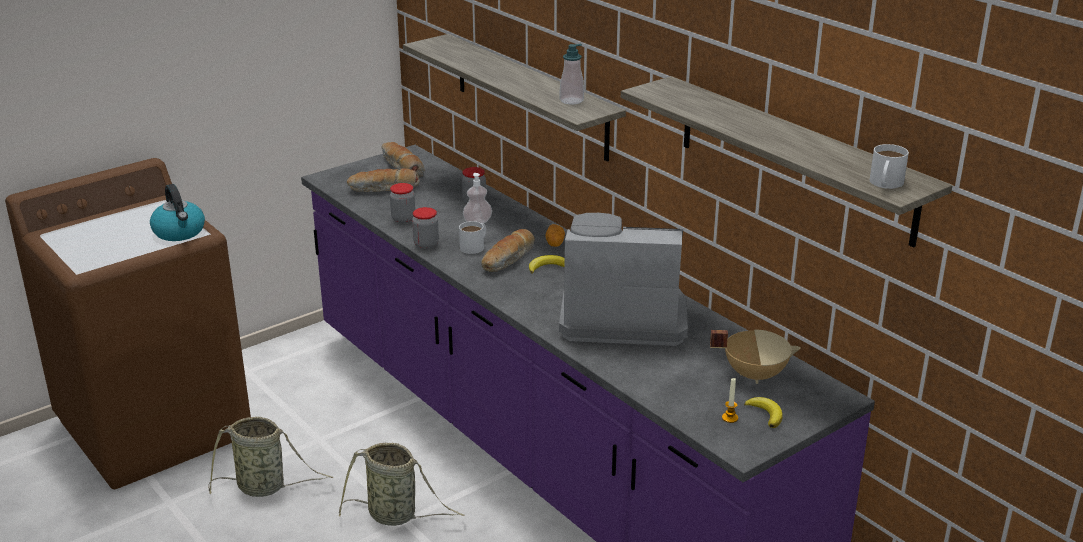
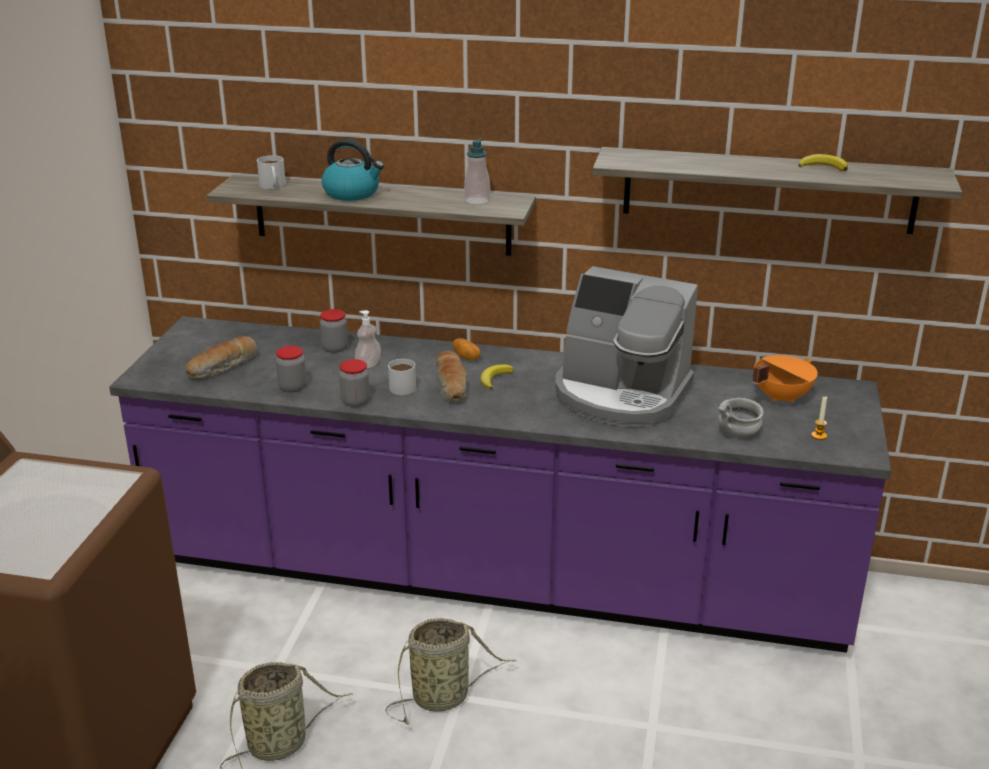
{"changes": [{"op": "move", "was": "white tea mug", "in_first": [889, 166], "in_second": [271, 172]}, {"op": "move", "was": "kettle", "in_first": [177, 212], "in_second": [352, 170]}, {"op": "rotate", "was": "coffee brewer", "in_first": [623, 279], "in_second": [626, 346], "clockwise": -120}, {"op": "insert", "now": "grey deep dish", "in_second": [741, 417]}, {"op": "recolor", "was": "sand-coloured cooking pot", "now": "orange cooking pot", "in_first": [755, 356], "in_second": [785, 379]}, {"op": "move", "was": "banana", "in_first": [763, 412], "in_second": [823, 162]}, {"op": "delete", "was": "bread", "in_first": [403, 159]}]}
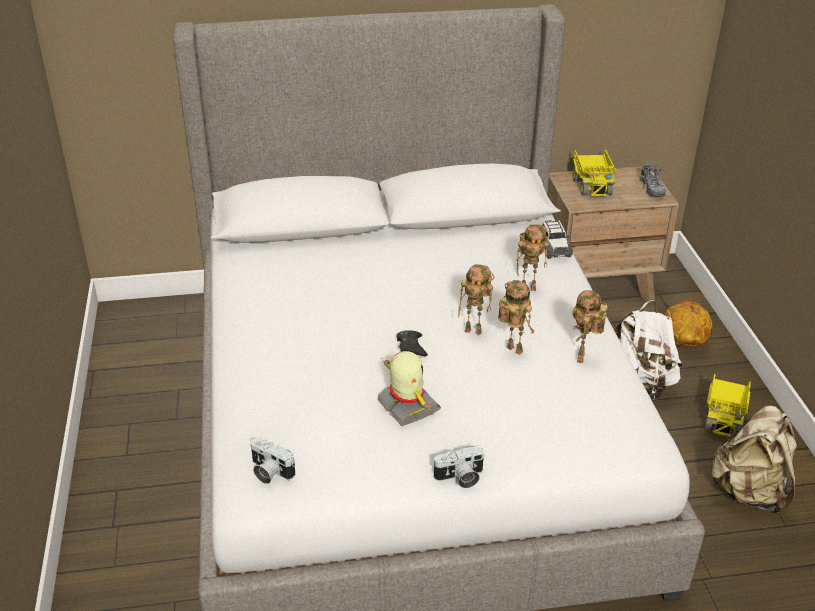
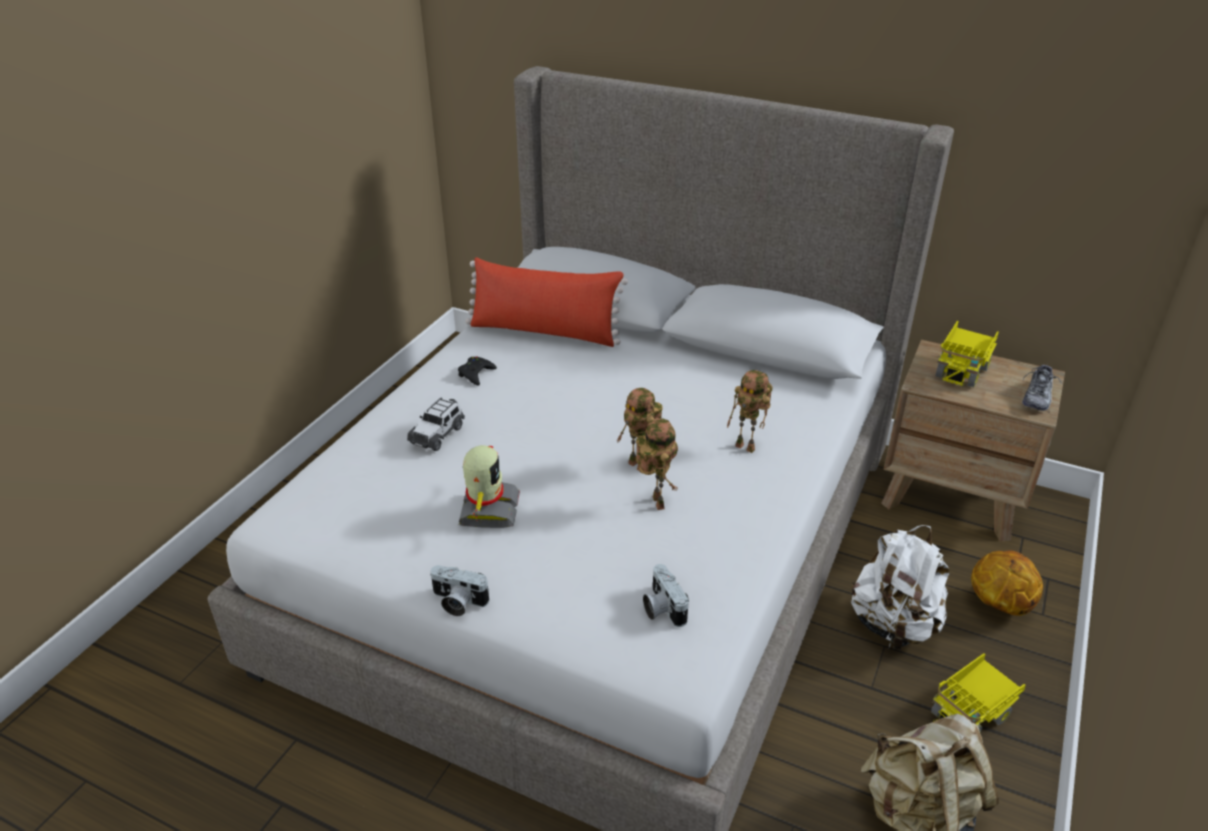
{"changes": [{"op": "move", "was": "model car", "in_first": [557, 239], "in_second": [436, 424]}, {"op": "move", "was": "black-coloured game controller", "in_first": [412, 343], "in_second": [477, 371]}, {"op": "insert", "now": "reddish cushion", "in_second": [546, 302]}, {"op": "move", "was": "photo camera", "in_first": [273, 461], "in_second": [666, 595]}, {"op": "delete", "was": "toy robot", "in_first": [590, 326]}]}
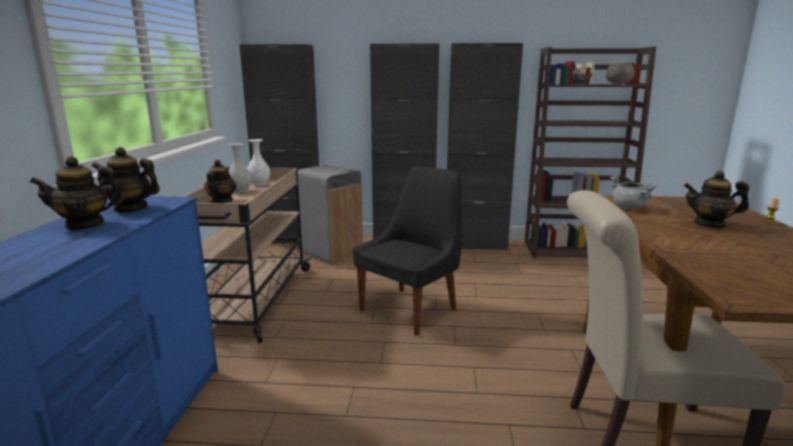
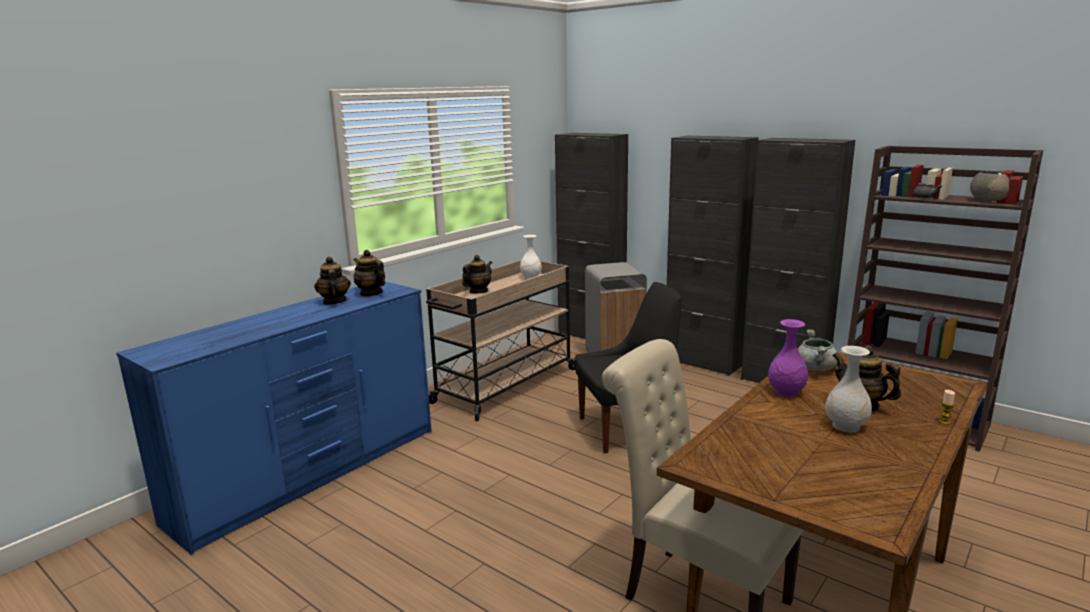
{"changes": [{"op": "rotate", "was": "tea pot", "in_first": [77, 193], "in_second": [332, 281], "clockwise": 60}, {"op": "insert", "now": "purple-coloured decorative vase", "in_second": [788, 358]}, {"op": "move", "was": "white decorative vase", "in_first": [240, 168], "in_second": [849, 389]}]}
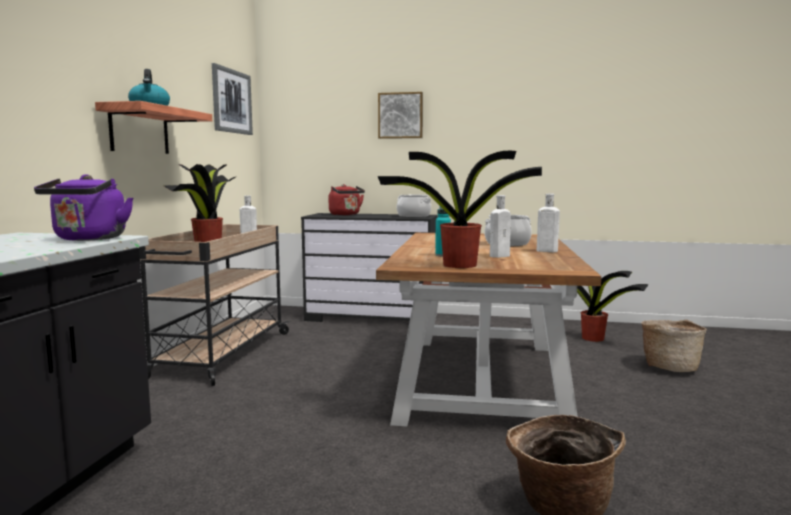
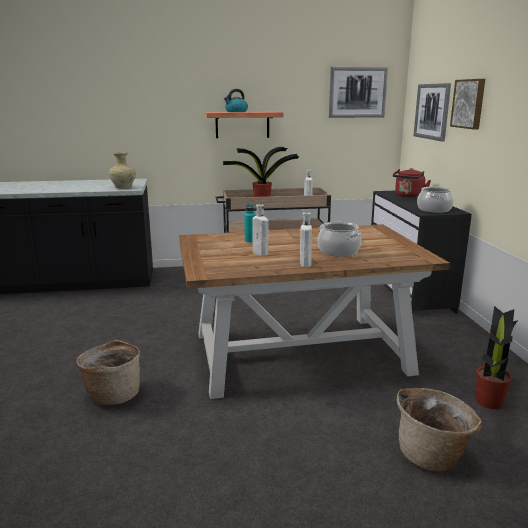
{"changes": [{"op": "replace", "was": "purple-coloured kettle", "now": "sand-coloured decorative vase", "in_first": [83, 207], "in_second": [122, 170]}, {"op": "insert", "now": "wall picture", "in_second": [432, 112]}, {"op": "delete", "was": "houseplant", "in_first": [460, 209]}]}
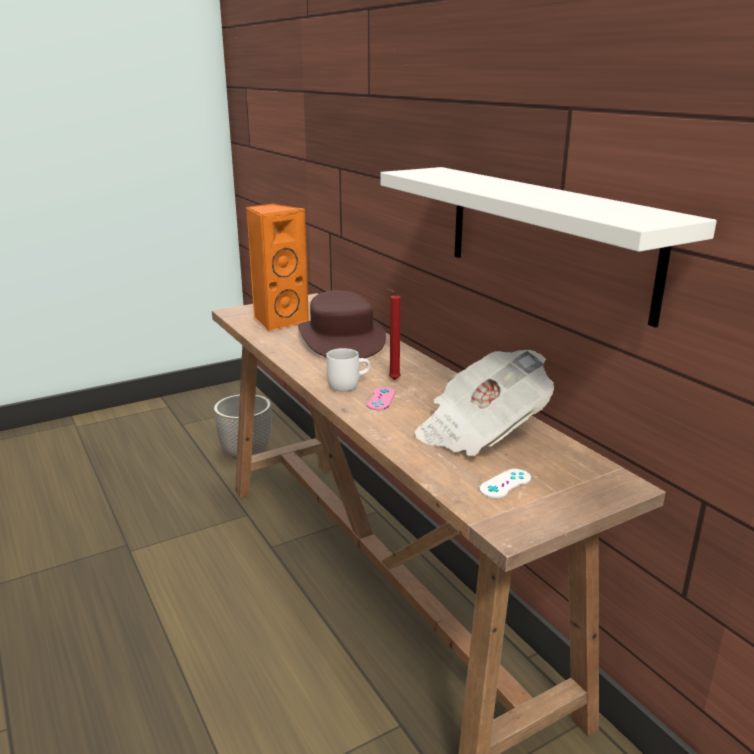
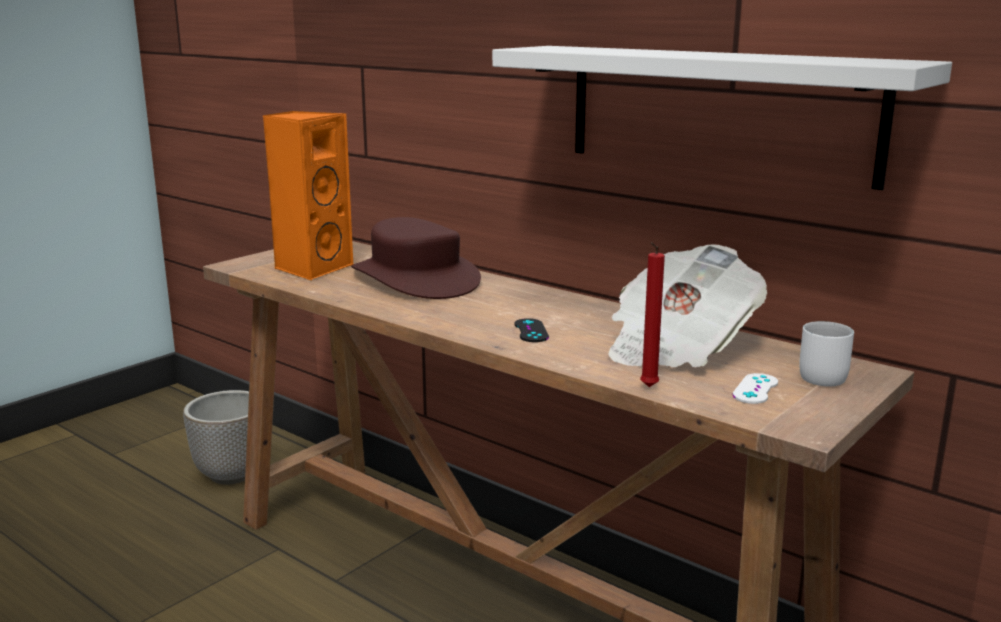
{"changes": [{"op": "recolor", "was": "pinkish game controller", "now": "black-coloured game controller", "in_first": [381, 398], "in_second": [531, 330]}, {"op": "move", "was": "reddish wax candle", "in_first": [394, 334], "in_second": [652, 314]}, {"op": "move", "was": "white tea mug", "in_first": [348, 370], "in_second": [826, 353]}]}
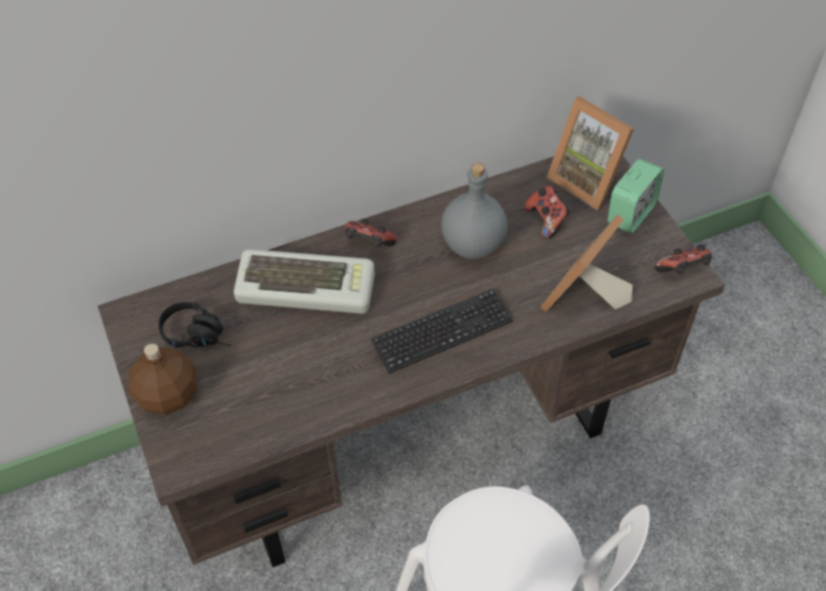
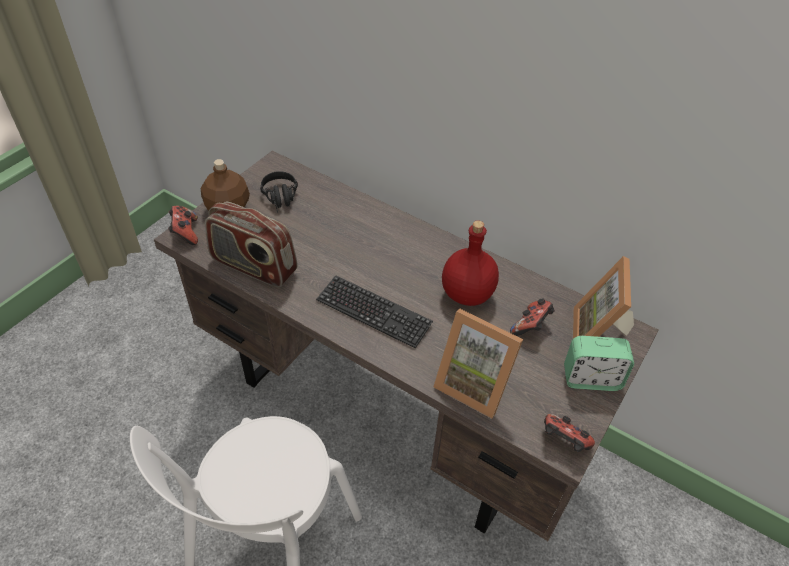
{"changes": [{"op": "move", "was": "game controller", "in_first": [371, 233], "in_second": [183, 225]}, {"op": "insert", "now": "radio receiver", "in_second": [251, 245]}, {"op": "rotate", "was": "photo frame", "in_first": [586, 263], "in_second": [478, 364], "clockwise": -150}, {"op": "recolor", "was": "grey bottle", "now": "reddish bottle", "in_first": [474, 211], "in_second": [470, 263]}, {"op": "delete", "was": "computer keyboard", "in_first": [304, 281]}]}
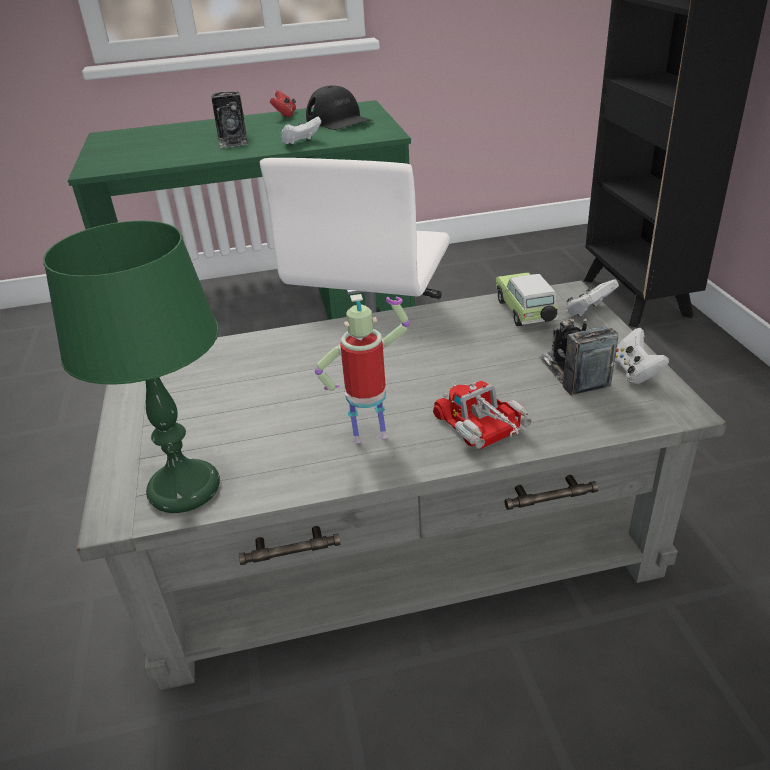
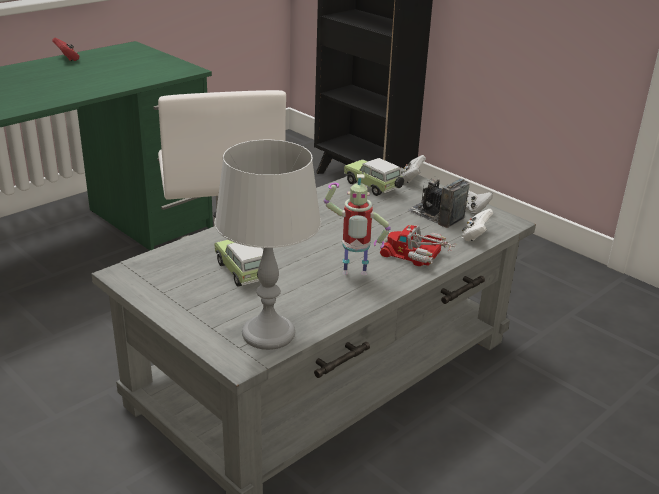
{"changes": [{"op": "recolor", "was": "green tabletop lamp", "now": "grey tabletop lamp", "in_first": [131, 367], "in_second": [267, 245]}, {"op": "insert", "now": "model car", "in_second": [238, 263]}, {"op": "rotate", "was": "toy robot", "in_first": [362, 369], "in_second": [357, 224], "clockwise": -135}, {"op": "move", "was": "white game controller", "in_first": [301, 131], "in_second": [477, 225]}, {"op": "delete", "was": "photo camera", "in_first": [229, 119]}, {"op": "delete", "was": "black-coloured peaked cap", "in_first": [339, 107]}]}
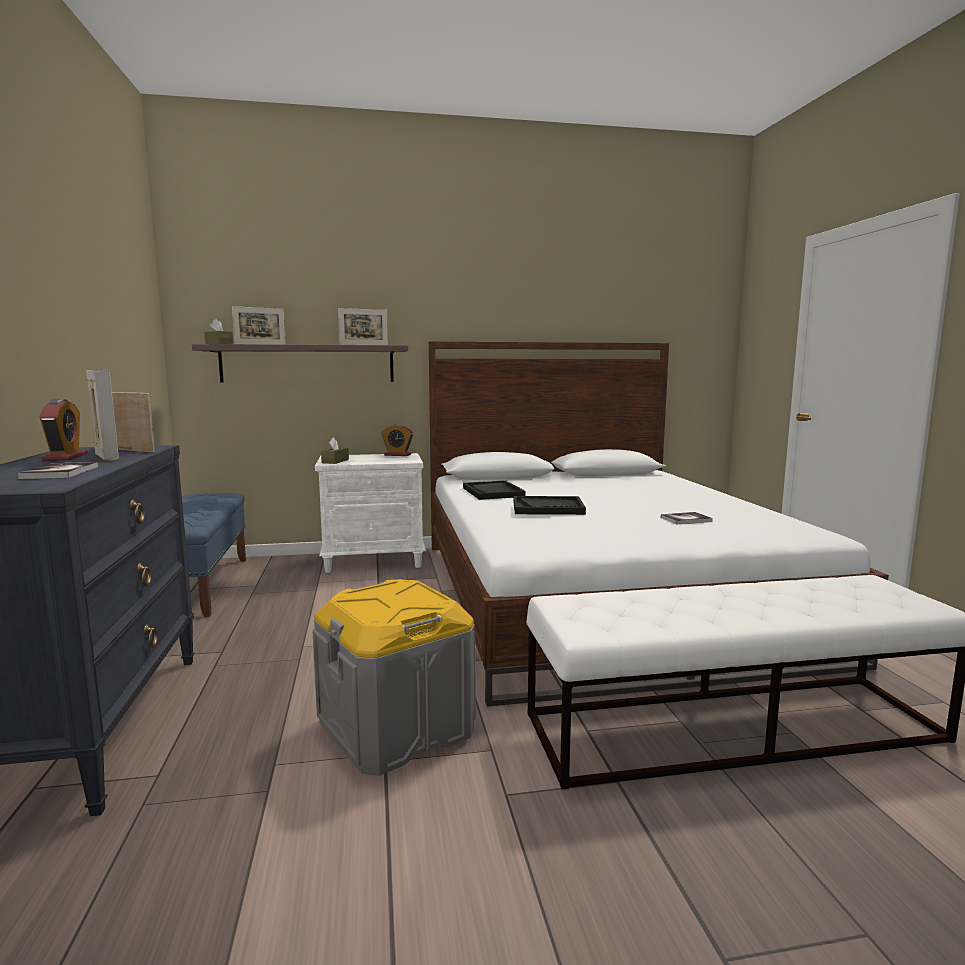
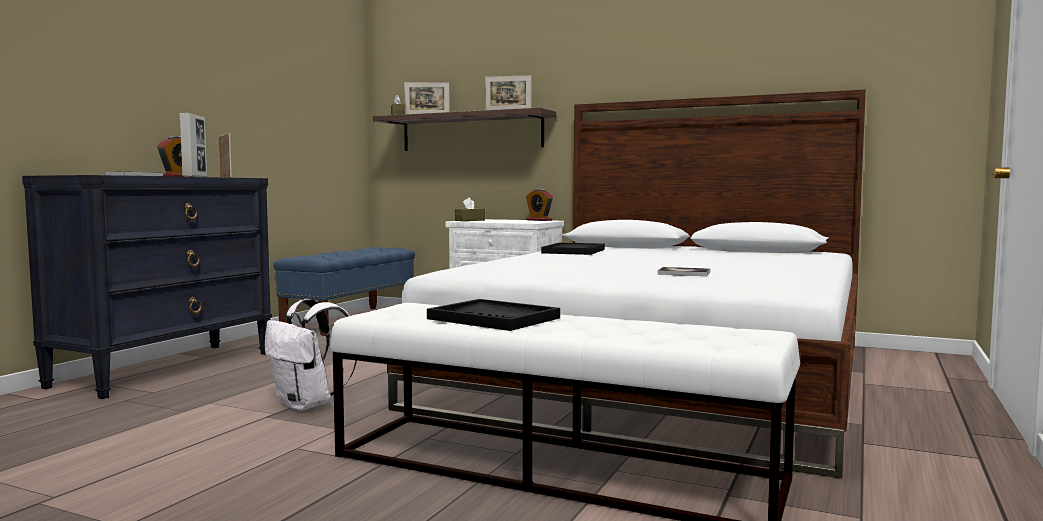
{"changes": [{"op": "replace", "was": "grey storage box", "now": "white knapsack", "in_first": [394, 677], "in_second": [311, 355]}, {"op": "move", "was": "black-coloured serving tray", "in_first": [549, 505], "in_second": [493, 315]}]}
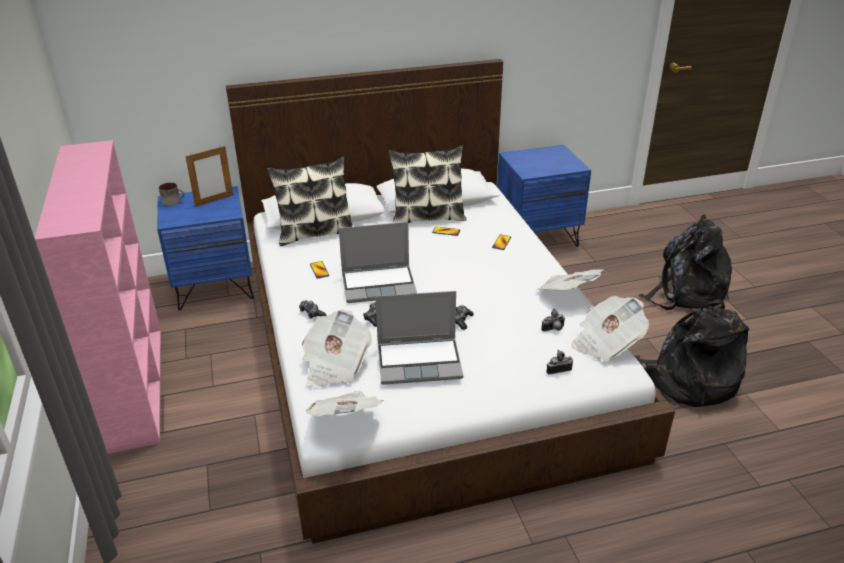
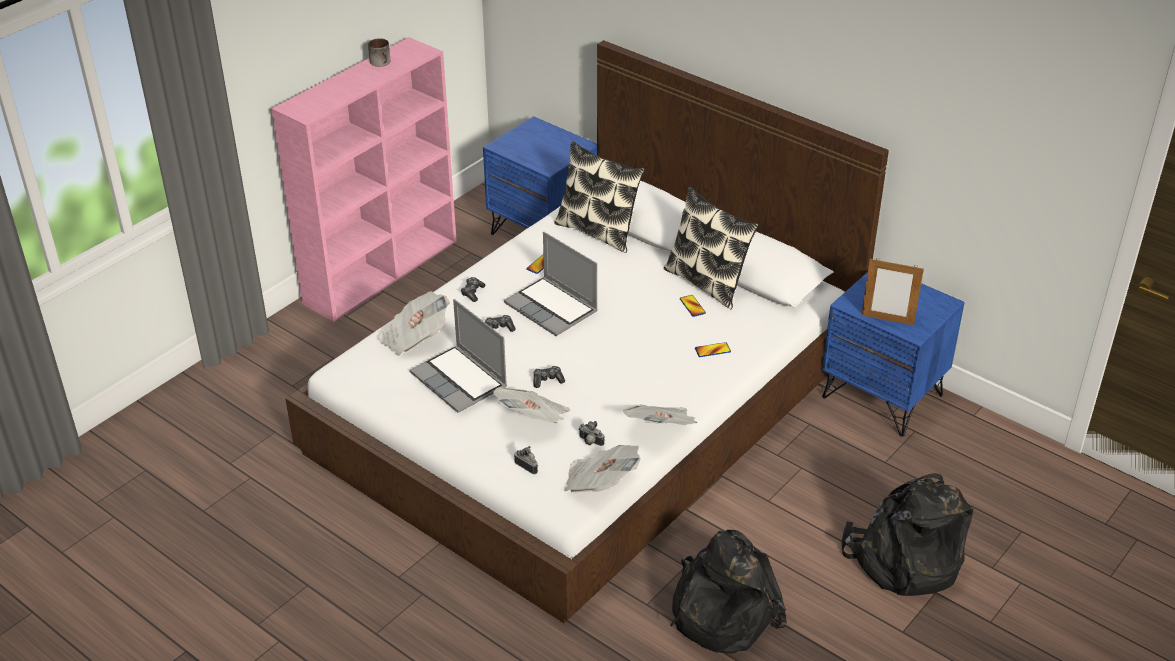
{"changes": [{"op": "move", "was": "tea mug", "in_first": [171, 194], "in_second": [379, 52]}, {"op": "move", "was": "daily paper", "in_first": [344, 403], "in_second": [532, 405]}, {"op": "move", "was": "photo frame", "in_first": [209, 176], "in_second": [893, 292]}]}
